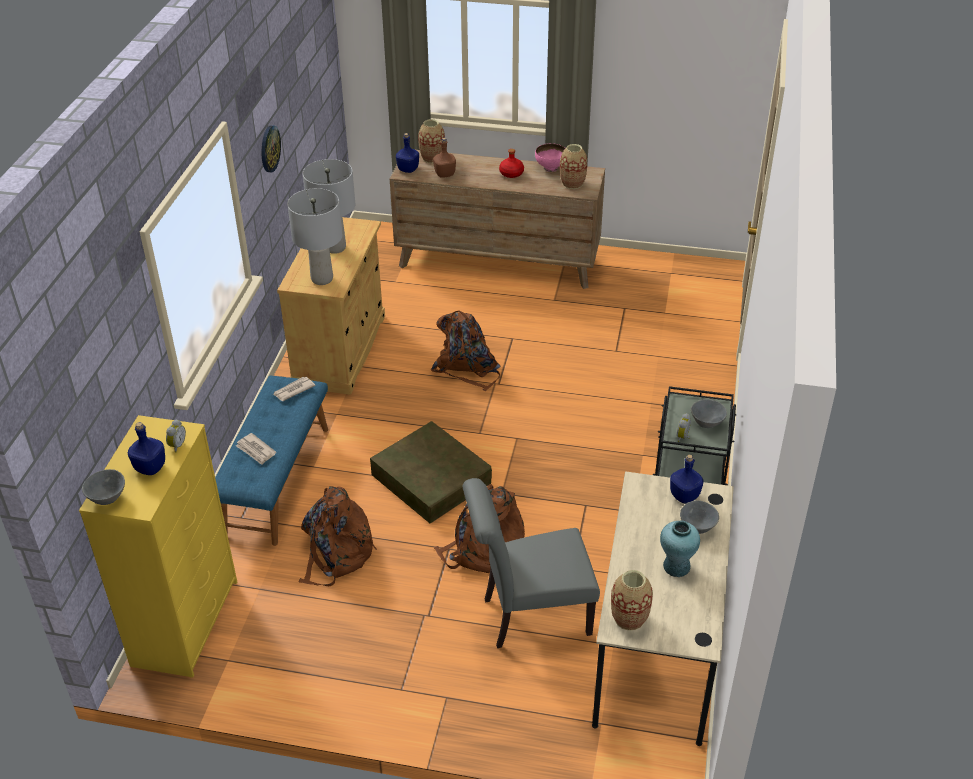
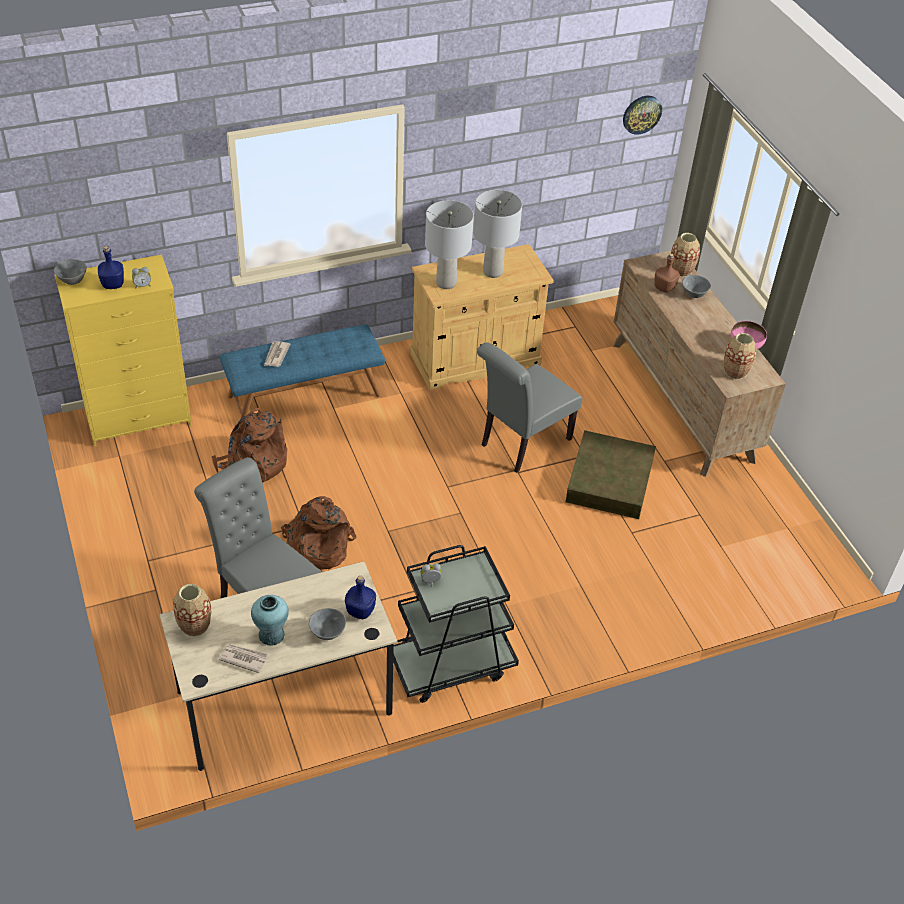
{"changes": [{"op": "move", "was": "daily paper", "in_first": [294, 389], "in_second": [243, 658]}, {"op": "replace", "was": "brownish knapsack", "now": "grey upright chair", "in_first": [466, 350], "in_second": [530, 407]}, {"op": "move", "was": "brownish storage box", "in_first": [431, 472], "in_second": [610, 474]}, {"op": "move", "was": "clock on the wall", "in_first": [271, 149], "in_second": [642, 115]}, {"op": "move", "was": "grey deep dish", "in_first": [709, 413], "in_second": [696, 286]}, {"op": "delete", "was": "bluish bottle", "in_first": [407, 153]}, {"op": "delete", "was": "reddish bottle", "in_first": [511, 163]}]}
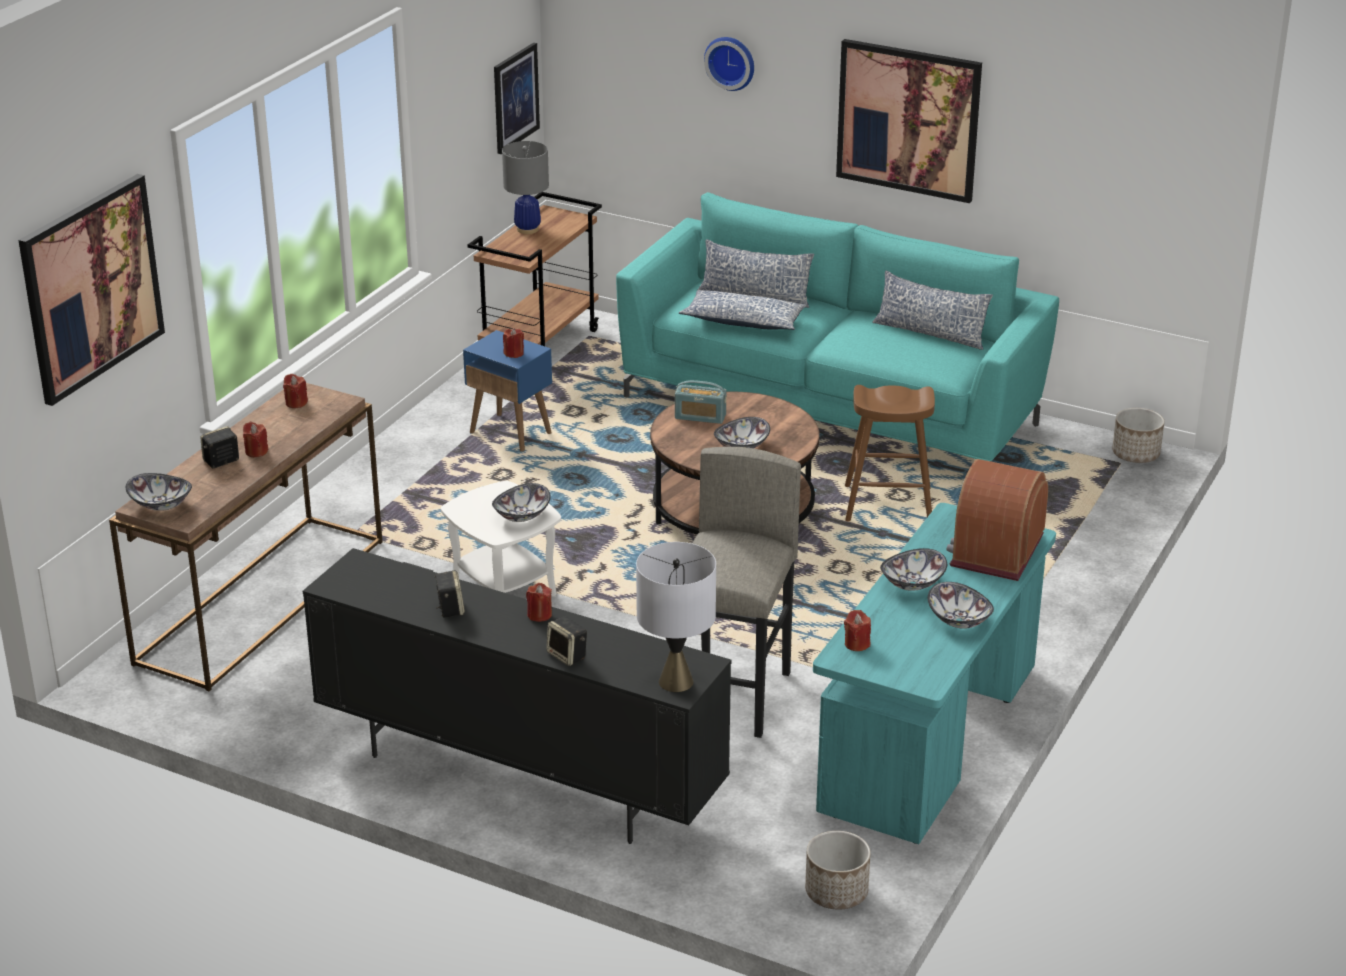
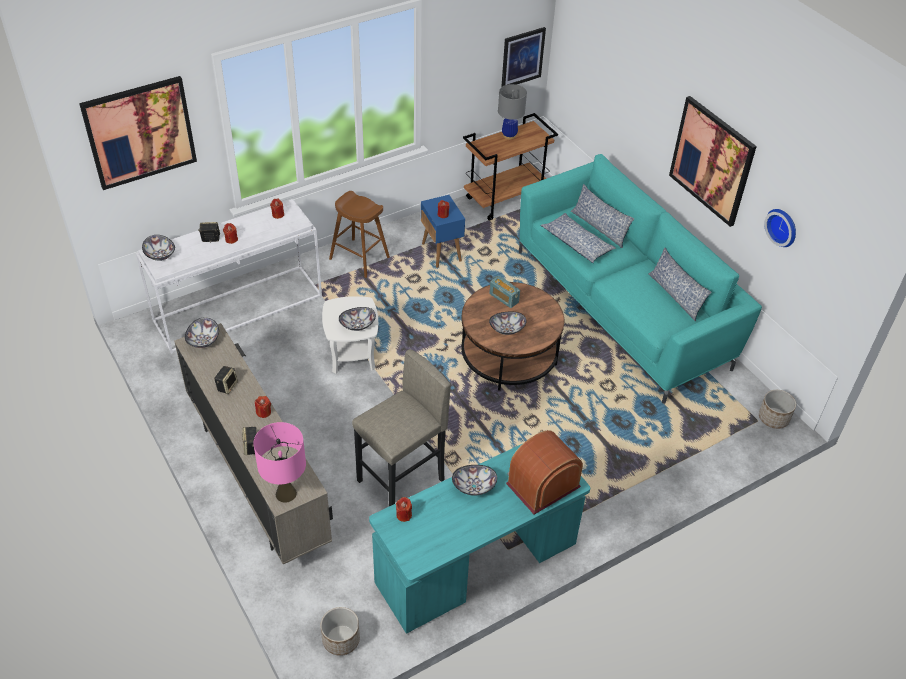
{"changes": [{"op": "recolor", "was": "brownish hall table", "now": "white hall table", "in_first": [245, 537], "in_second": [229, 276]}, {"op": "recolor", "was": "black-coloured media console", "now": "sand-coloured media console", "in_first": [517, 696], "in_second": [253, 443]}, {"op": "move", "was": "deep dish", "in_first": [961, 605], "in_second": [202, 333]}, {"op": "recolor", "was": "grey tabletop lamp", "now": "pinkish tabletop lamp", "in_first": [676, 617], "in_second": [279, 462]}, {"op": "move", "was": "brownish sitting stool", "in_first": [890, 453], "in_second": [359, 234]}, {"op": "move", "was": "clock on the wall", "in_first": [729, 64], "in_second": [780, 228]}]}
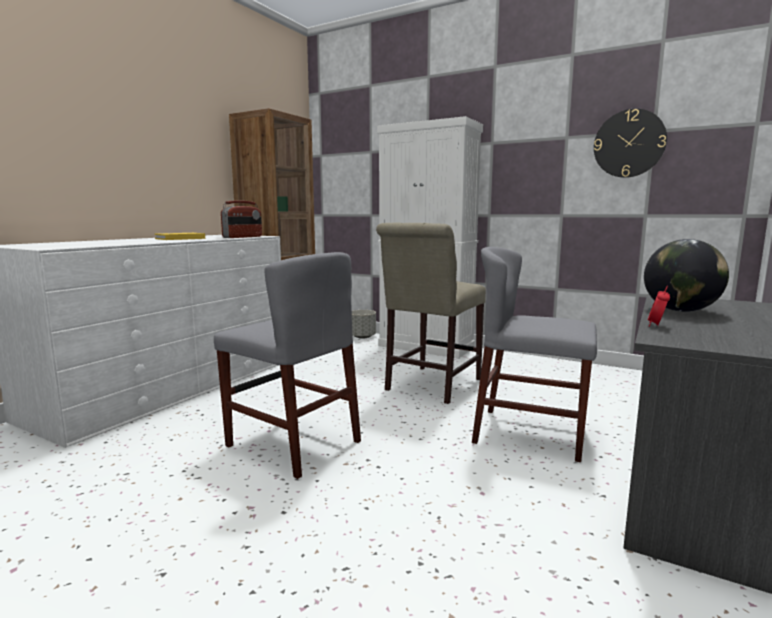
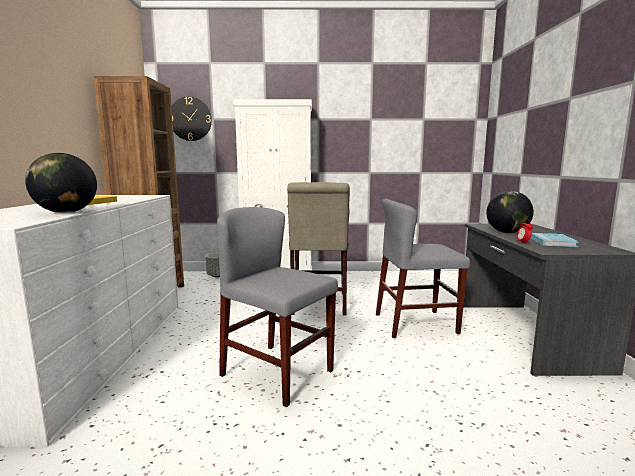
{"changes": [{"op": "insert", "now": "globe", "in_second": [61, 183]}, {"op": "move", "was": "clock on the wall", "in_first": [630, 143], "in_second": [192, 118]}, {"op": "rotate", "was": "grey upright chair", "in_first": [287, 365], "in_second": [277, 307], "clockwise": -150}, {"op": "insert", "now": "bluish volume", "in_second": [555, 240]}, {"op": "delete", "was": "radio receiver", "in_first": [241, 219]}]}
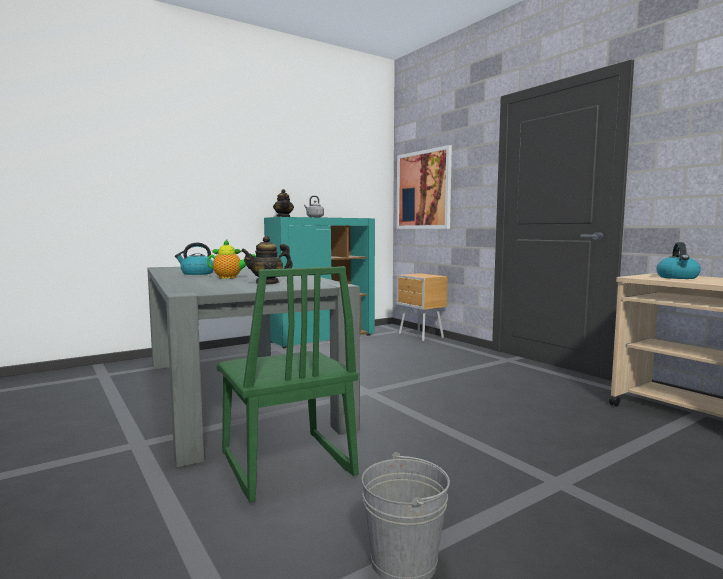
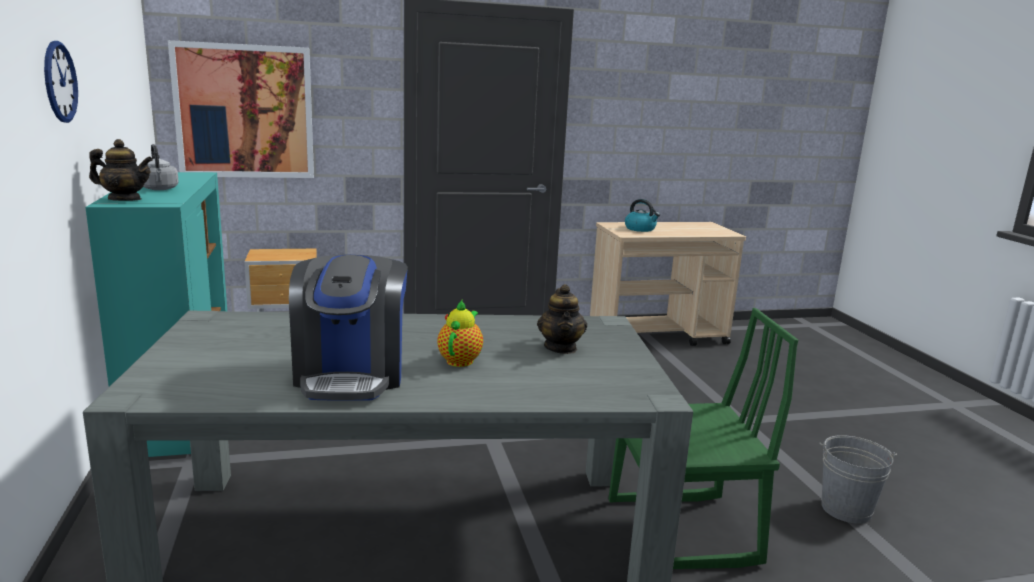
{"changes": [{"op": "insert", "now": "clock on the wall", "in_second": [61, 82]}, {"op": "replace", "was": "kettle", "now": "coffee brewer", "in_first": [194, 259], "in_second": [348, 328]}]}
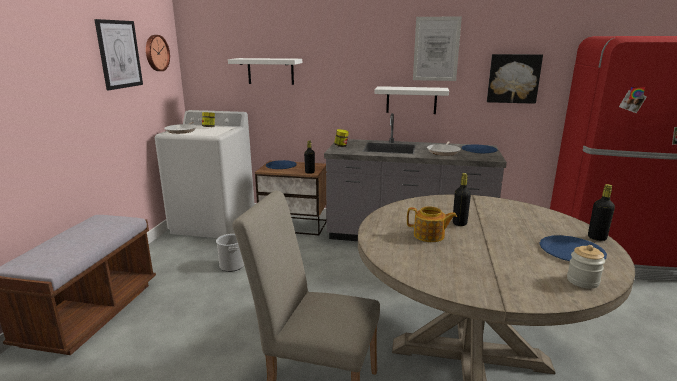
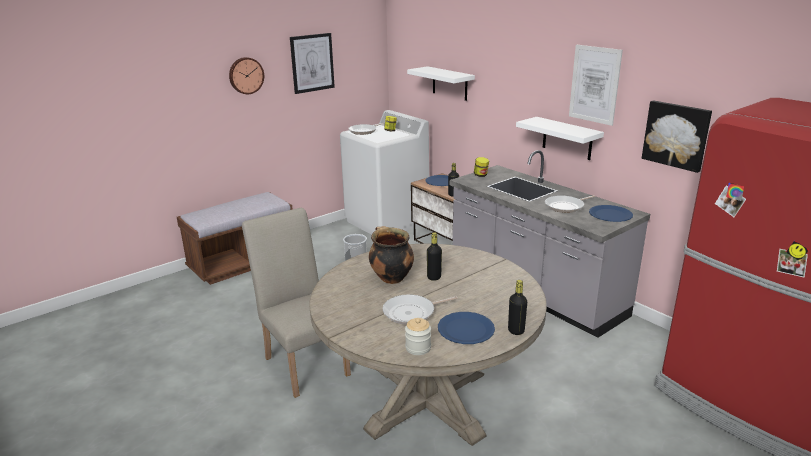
{"changes": [{"op": "move", "was": "clock on the wall", "in_first": [158, 53], "in_second": [246, 75]}, {"op": "replace", "was": "tea pot", "now": "cooking pot", "in_first": [432, 224], "in_second": [391, 255]}, {"op": "insert", "now": "skillet", "in_second": [420, 309]}]}
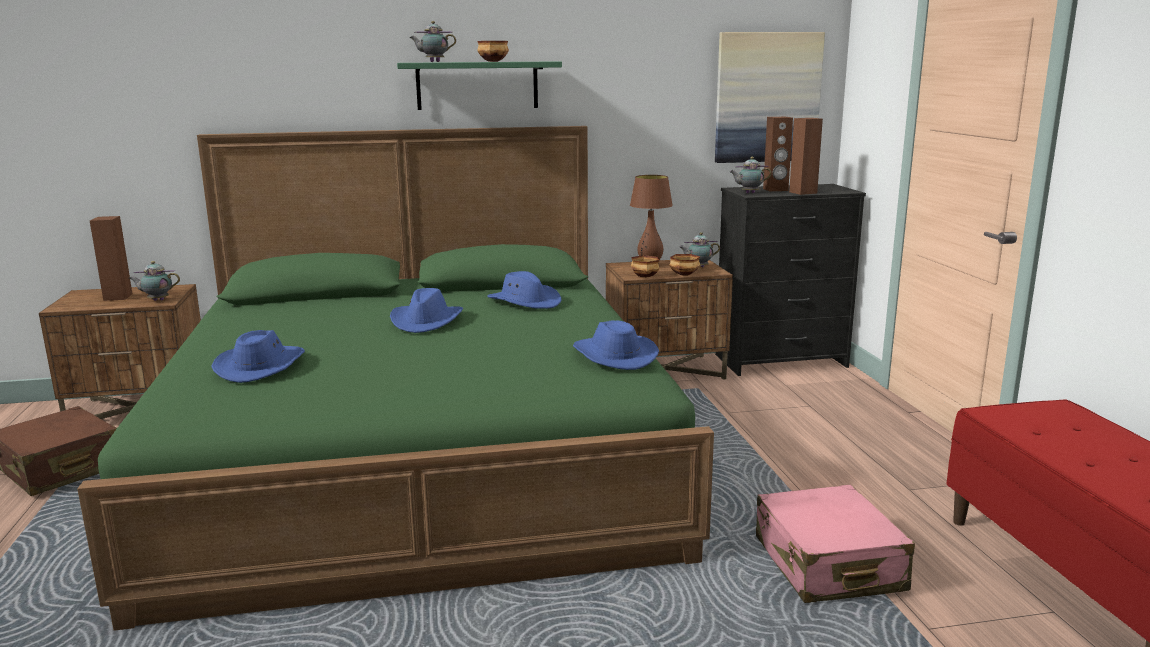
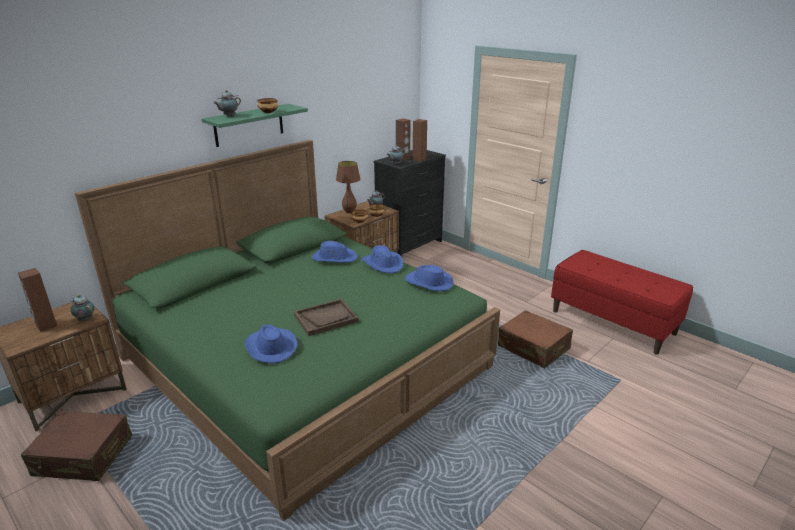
{"changes": [{"op": "rotate", "was": "tea pot", "in_first": [154, 281], "in_second": [82, 307], "clockwise": 75}, {"op": "insert", "now": "brownish serving tray", "in_second": [326, 317]}, {"op": "move", "was": "bluish wearable hat", "in_first": [426, 310], "in_second": [382, 259]}, {"op": "recolor", "was": "pinkish suitcase", "now": "brownish suitcase", "in_first": [835, 544], "in_second": [535, 339]}, {"op": "delete", "was": "wall picture", "in_first": [770, 97]}]}
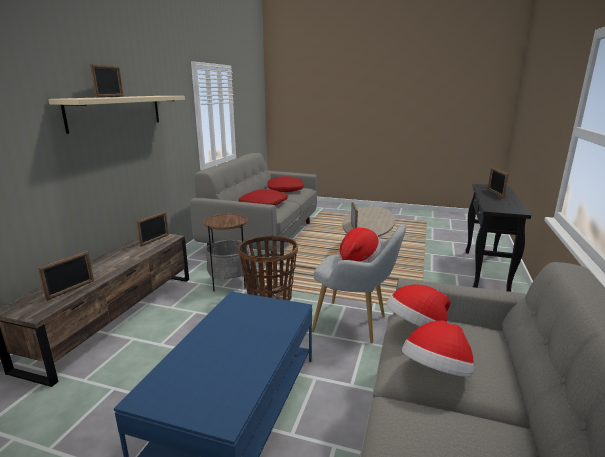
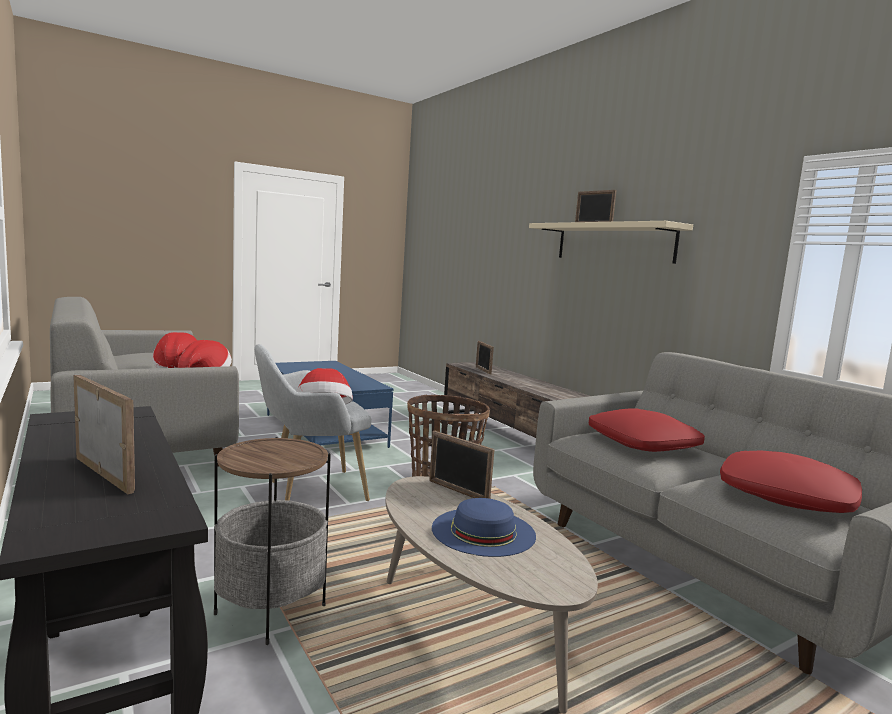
{"changes": [{"op": "move", "was": "accent table", "in_first": [227, 252], "in_second": [272, 541]}, {"op": "insert", "now": "bluish wearable hat", "in_second": [484, 527]}, {"op": "delete", "was": "photo frame", "in_first": [152, 229]}]}
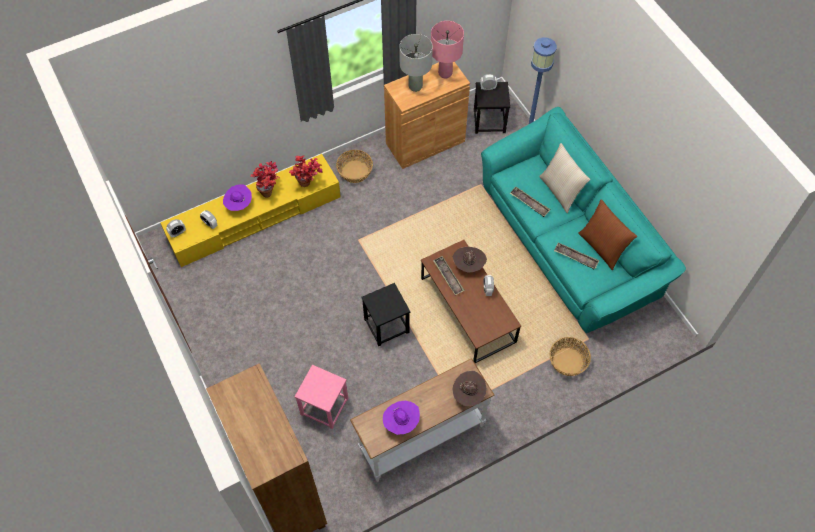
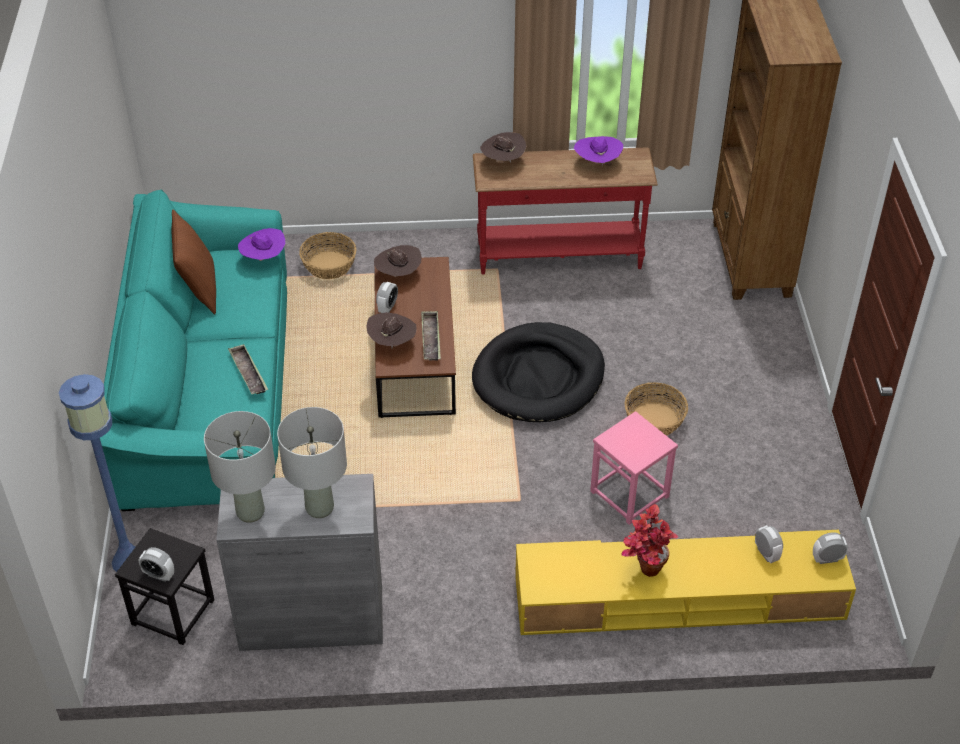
{"changes": [{"op": "recolor", "was": "pinkish tabletop lamp", "now": "grey tabletop lamp", "in_first": [447, 49], "in_second": [240, 467]}, {"op": "recolor", "was": "brownish cabinet", "now": "grey cabinet", "in_first": [427, 115], "in_second": [299, 562]}, {"op": "move", "was": "purple-coloured wearable hat", "in_first": [237, 197], "in_second": [261, 244]}, {"op": "insert", "now": "brownish wearable hat", "in_second": [398, 261]}, {"op": "replace", "was": "black-coloured sitting stool", "now": "black-coloured dog cushion", "in_first": [385, 314], "in_second": [538, 372]}, {"op": "recolor", "was": "white hall table", "now": "reddish hall table", "in_first": [422, 420], "in_second": [565, 211]}, {"op": "move", "was": "pinkish sitting stool", "in_first": [321, 397], "in_second": [634, 468]}, {"op": "move", "was": "basket", "in_first": [354, 166], "in_second": [656, 409]}, {"op": "delete", "was": "houseplant", "in_first": [306, 171]}, {"op": "delete", "was": "sand-coloured cushion", "in_first": [564, 178]}, {"op": "delete", "was": "serving tray", "in_first": [576, 256]}]}
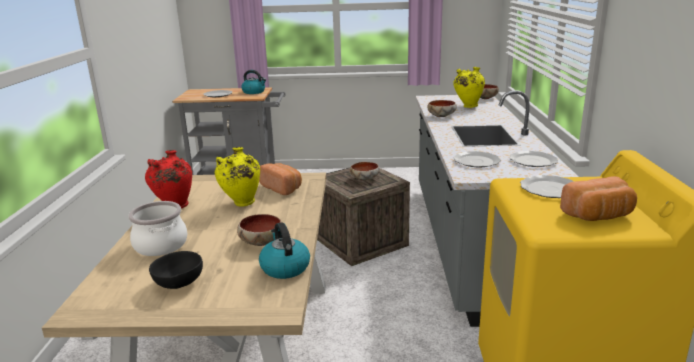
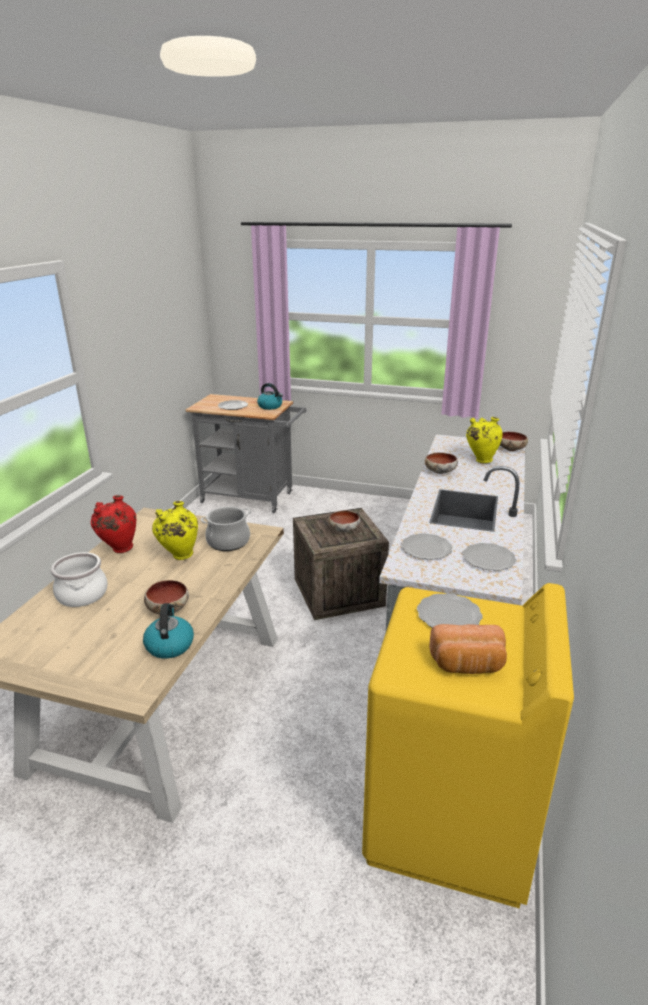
{"changes": [{"op": "replace", "was": "bread", "now": "cooking pot", "in_first": [280, 179], "in_second": [226, 528]}, {"op": "delete", "was": "black-coloured deep dish", "in_first": [176, 270]}]}
